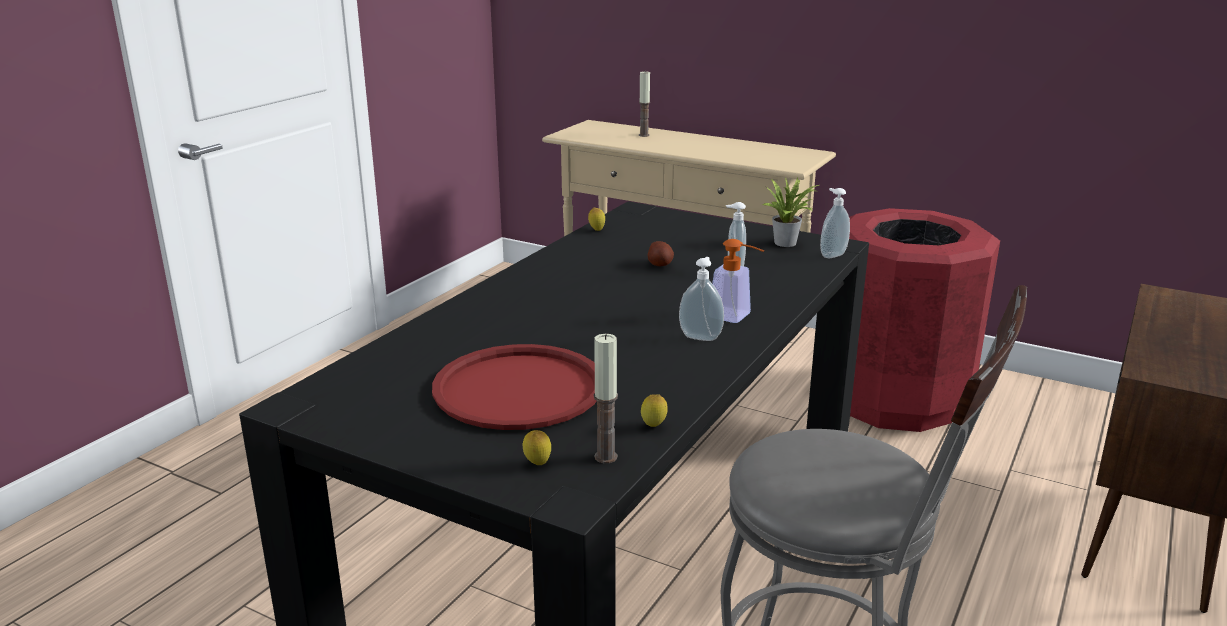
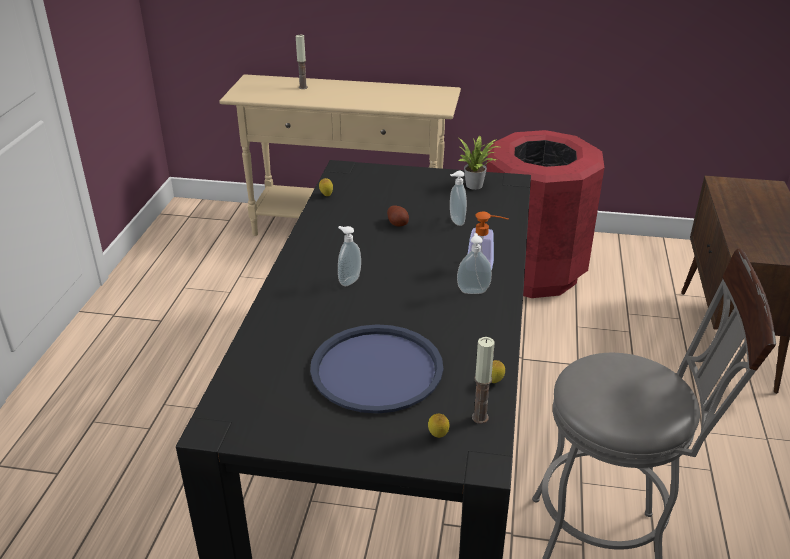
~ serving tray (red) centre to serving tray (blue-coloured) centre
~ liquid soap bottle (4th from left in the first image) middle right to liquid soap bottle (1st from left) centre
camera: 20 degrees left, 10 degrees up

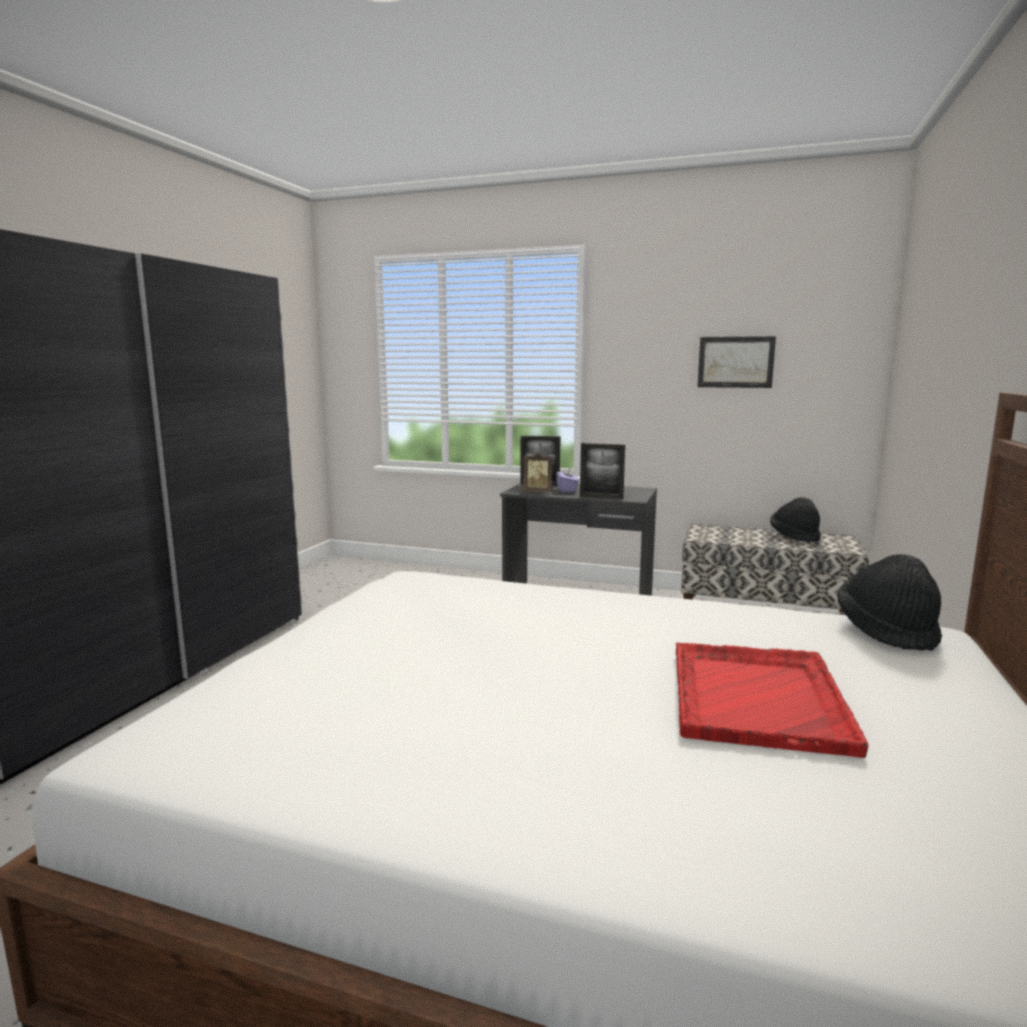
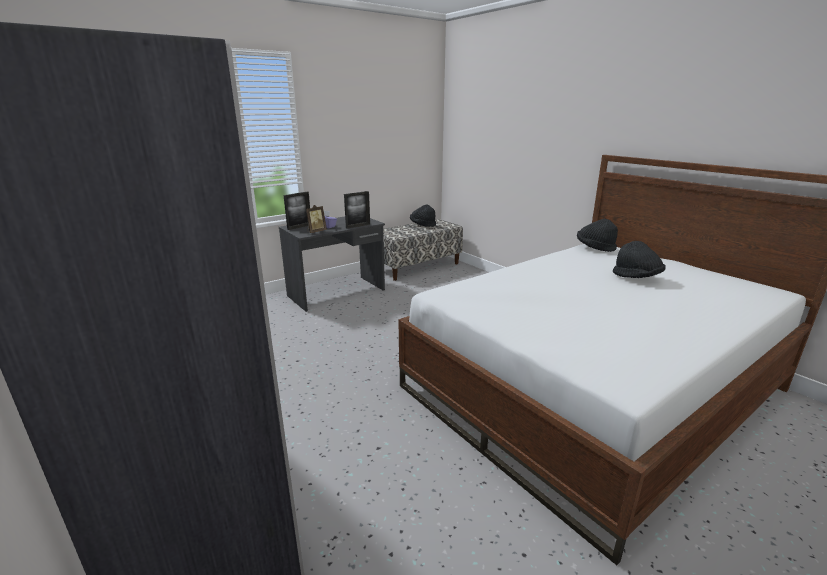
~ serving tray (red) bottom right to wearable hat (black-coloured) (3rd from left) middle right
- wall picture middle right
camera: 55 degrees left, 10 degrees up

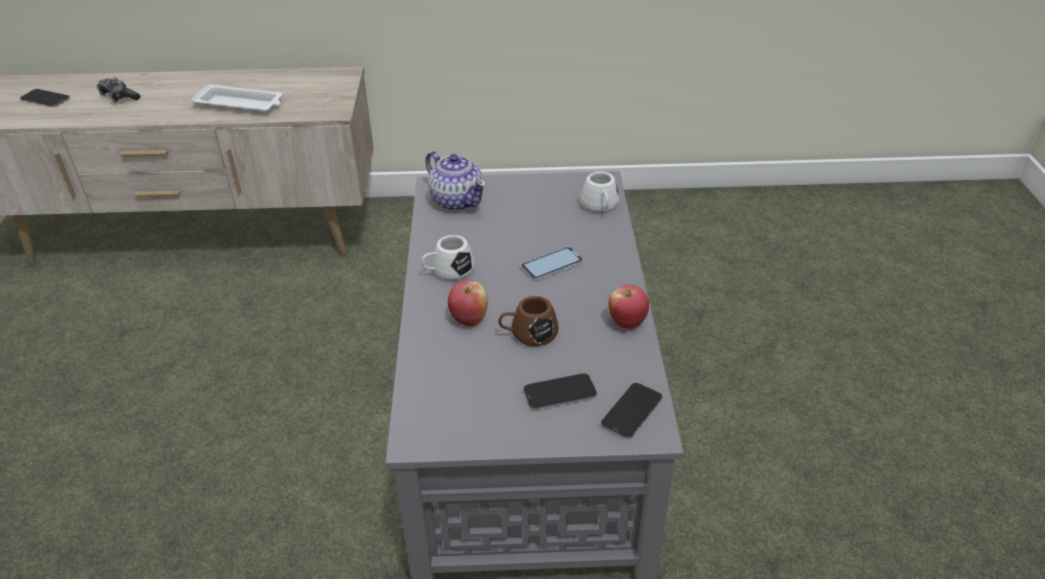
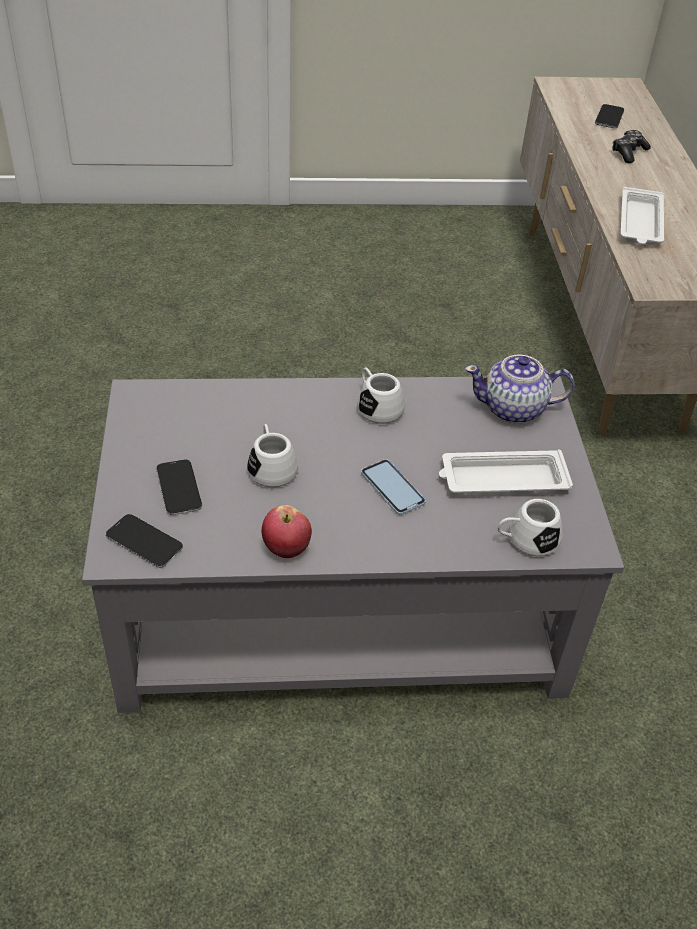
~ tea pot top centre = middle right 45 degrees clockwise
- apple fruit (1st from left) centre
~ mug (brown-coloured) centre to mug (white-coloured) (1st from left) centre
+ serving tray (white-coloured) (1st from left) middle right
camera: 85 degrees right, 5 degrees up

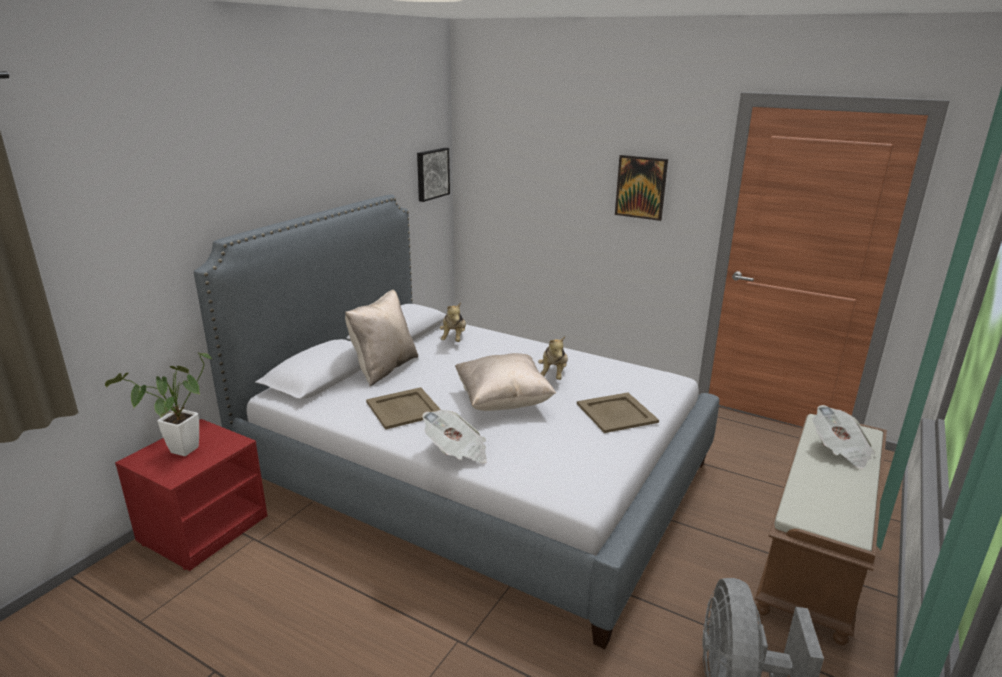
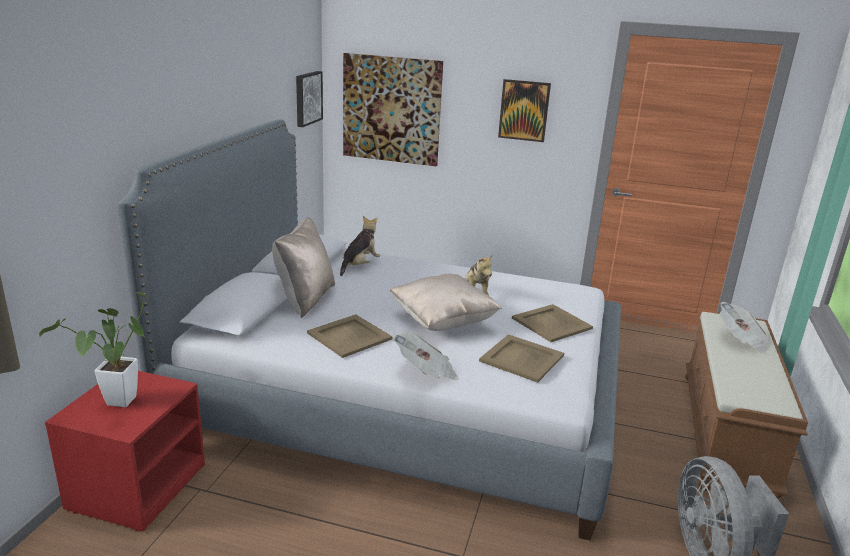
~ soft toy (1st from left) centre = centre 135 degrees counterclockwise
+ wall picture (2nd from left) top centre
+ serving tray (beige-coloured) (2nd from left) centre
camera: 15 degrees left, 0 degrees up

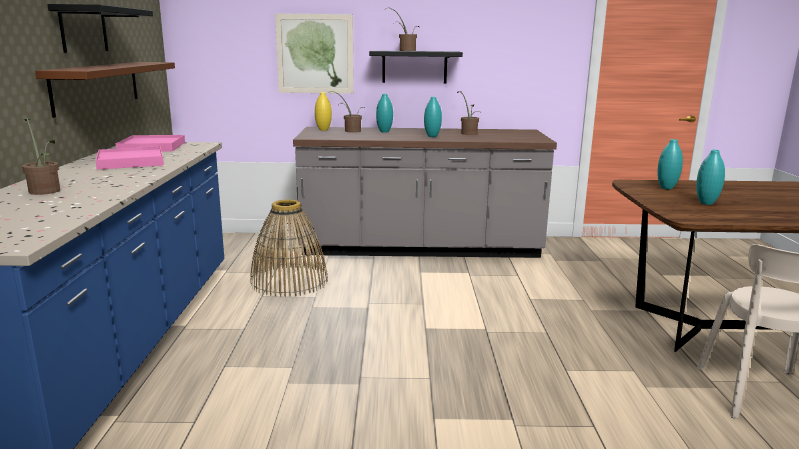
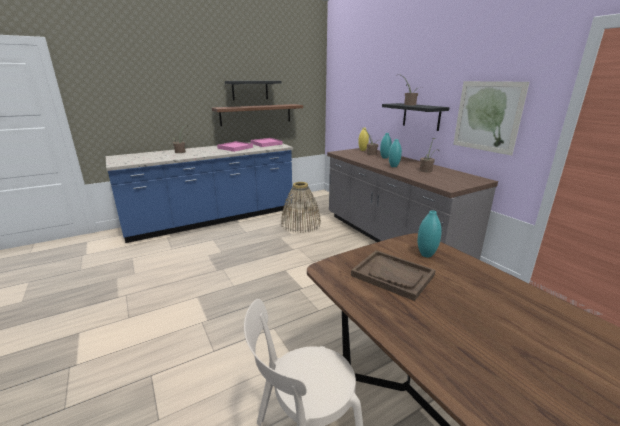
~ wall picture top centre to top right
~ vase (turquoise-coloured) (4th from left) middle right to serving tray (brown-coloured) centre
camera: 60 degrees right, 5 degrees up

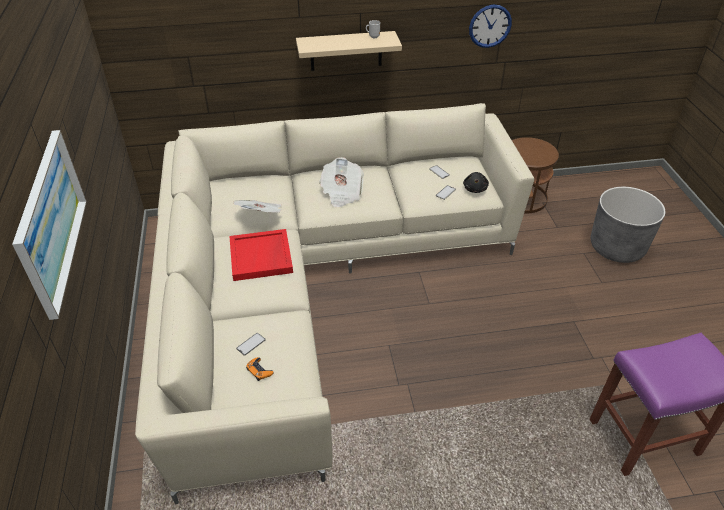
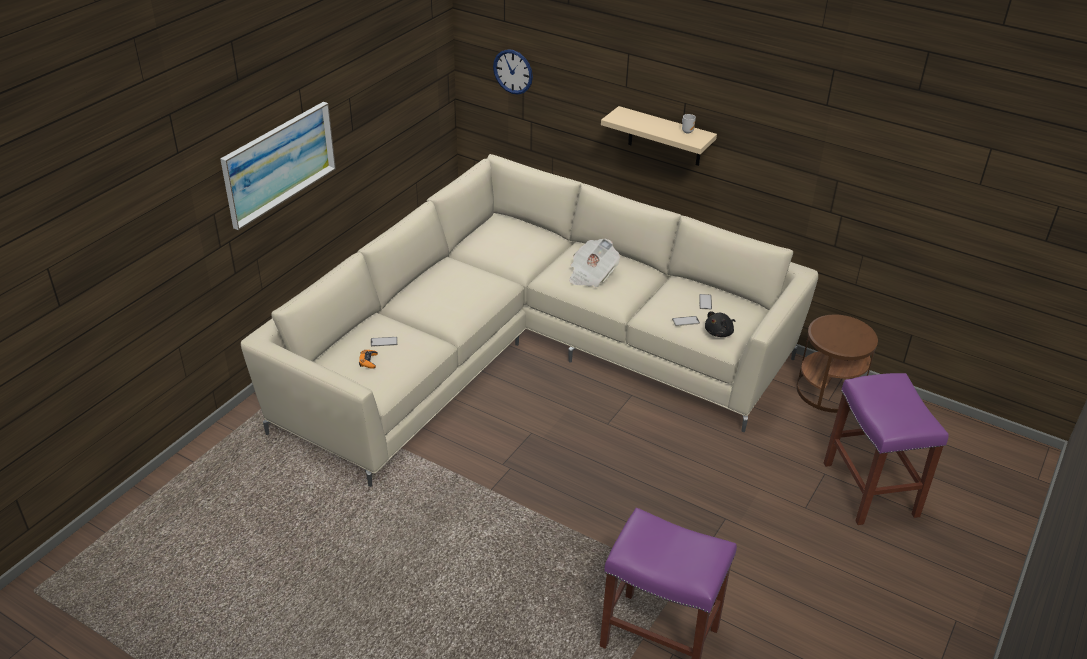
- serving tray (red) centre
- daily paper (1st from left) centre
~ hanging clock top right to top centre
~ planter (grey) middle right to stool seat (purple) (2nd from left) bottom right
camera: 40 degrees right, 5 degrees down

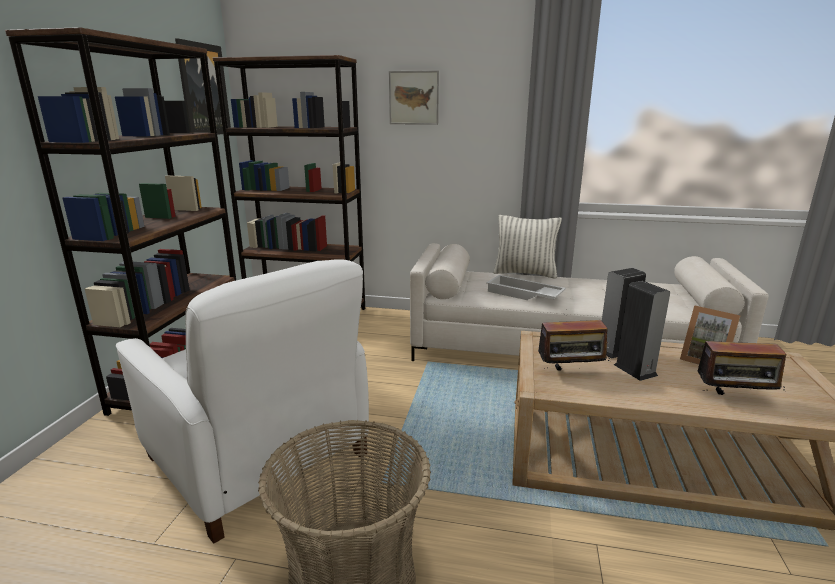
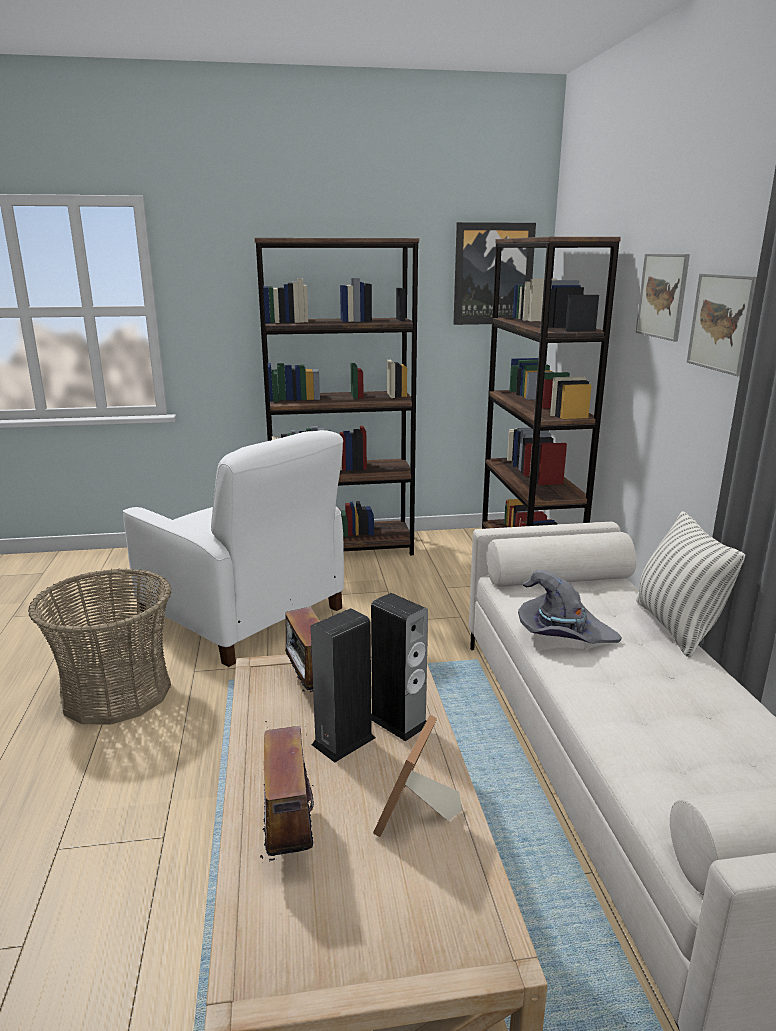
~ armchair (white-coloured) bottom left = middle left 75 degrees counterclockwise
~ serving tray (white-coloured) centre to wearable hat (grey) middle right
+ wall picture (3rd from left) top right
camera: 70 degrees right, 0 degrees up

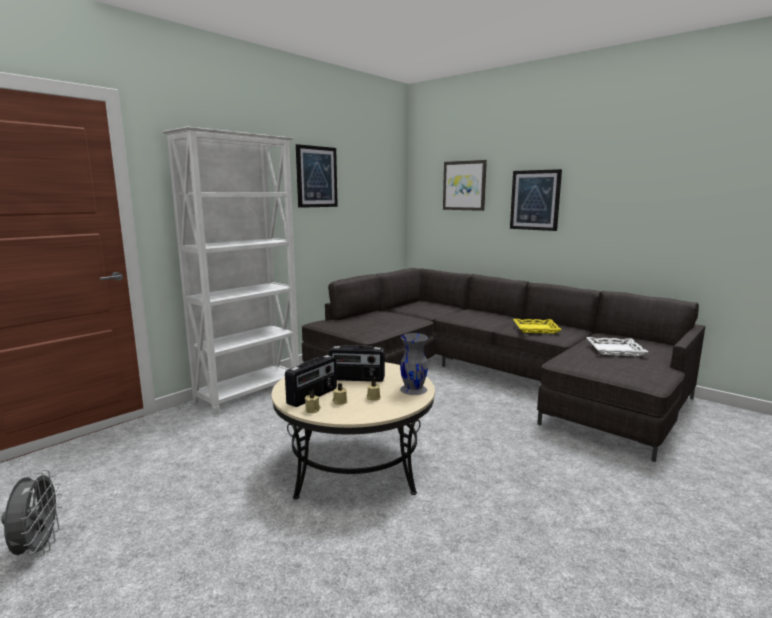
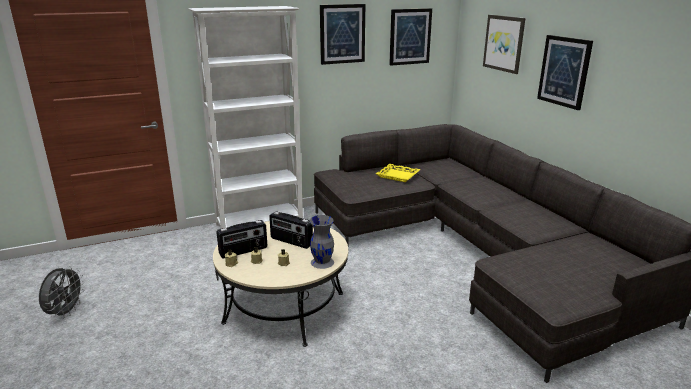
~ serving tray (yellowish) middle right to centre
- serving tray (white-coloured) middle right
+ wall picture (2nd from left) top centre
camera: 25 degrees right, 10 degrees up

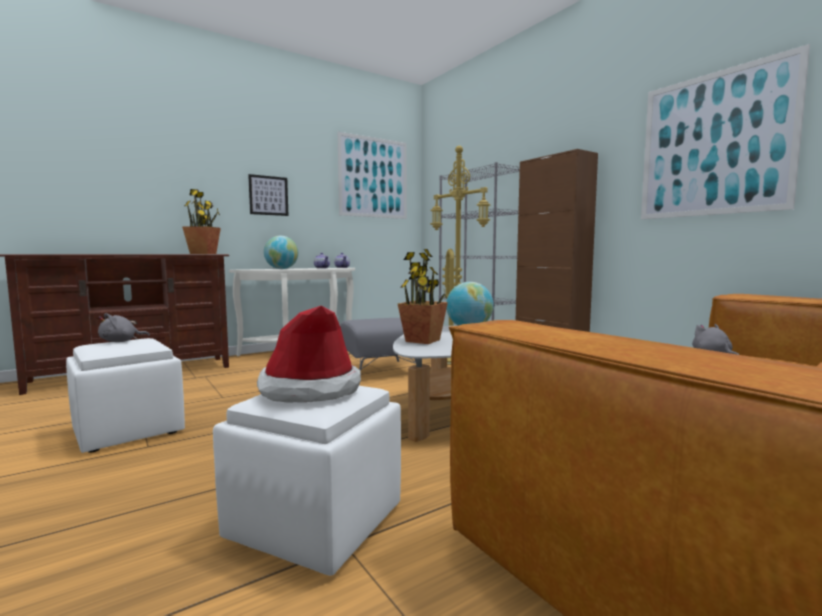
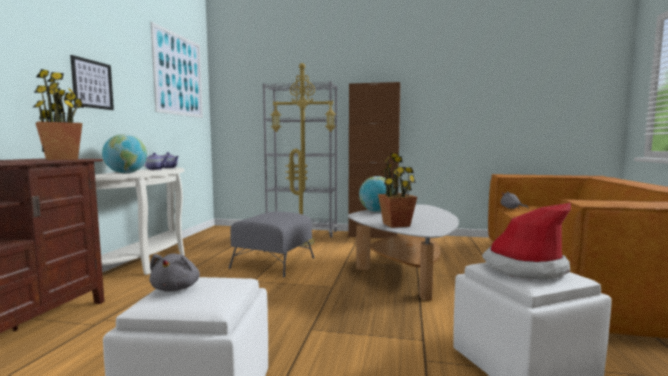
- wall picture (3rd from left) top right
camera: 45 degrees left, 0 degrees up

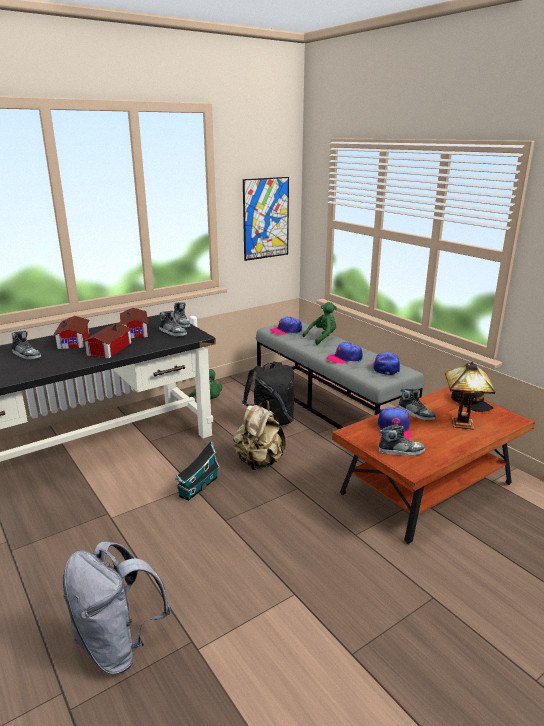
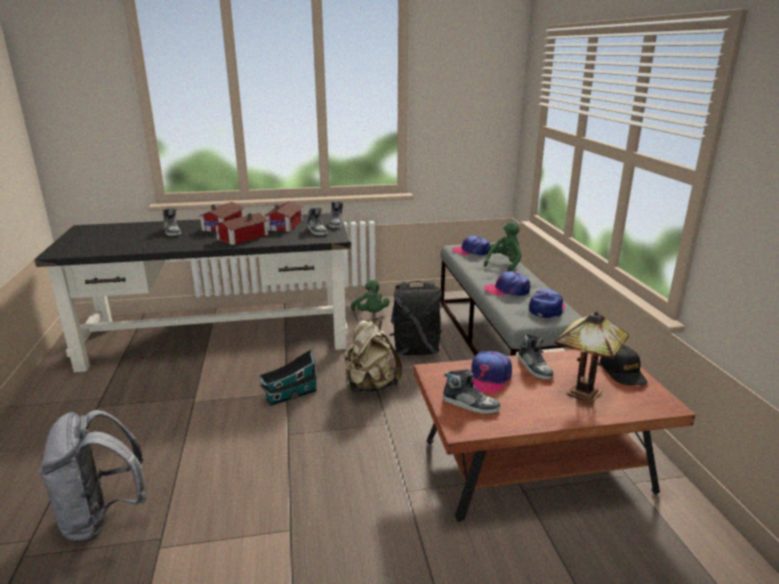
- wall picture top centre
~ soft toy (green) (2nd from left) centre = centre 45 degrees counterclockwise
camera: 25 degrees right, 0 degrees up

